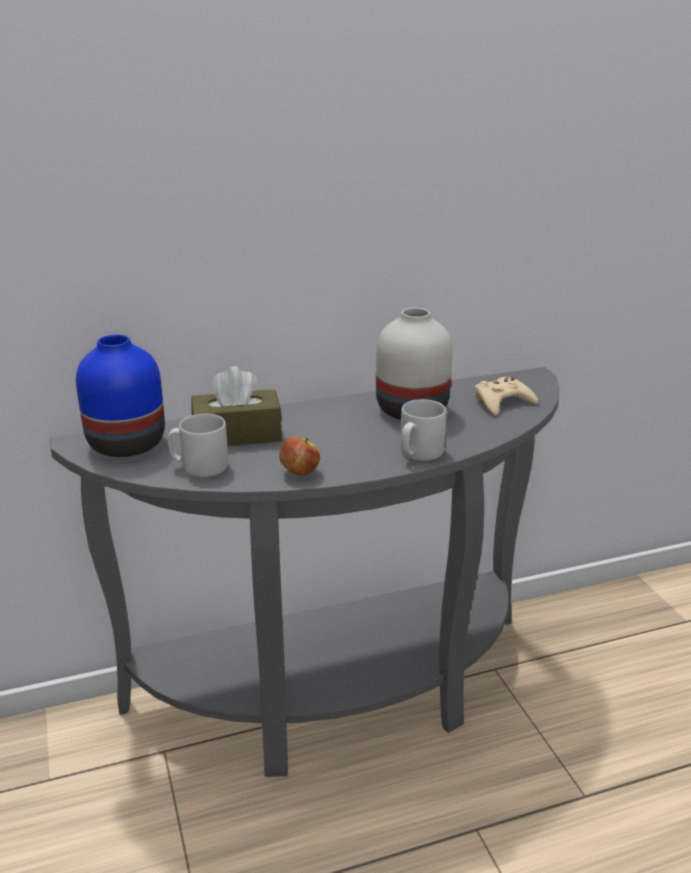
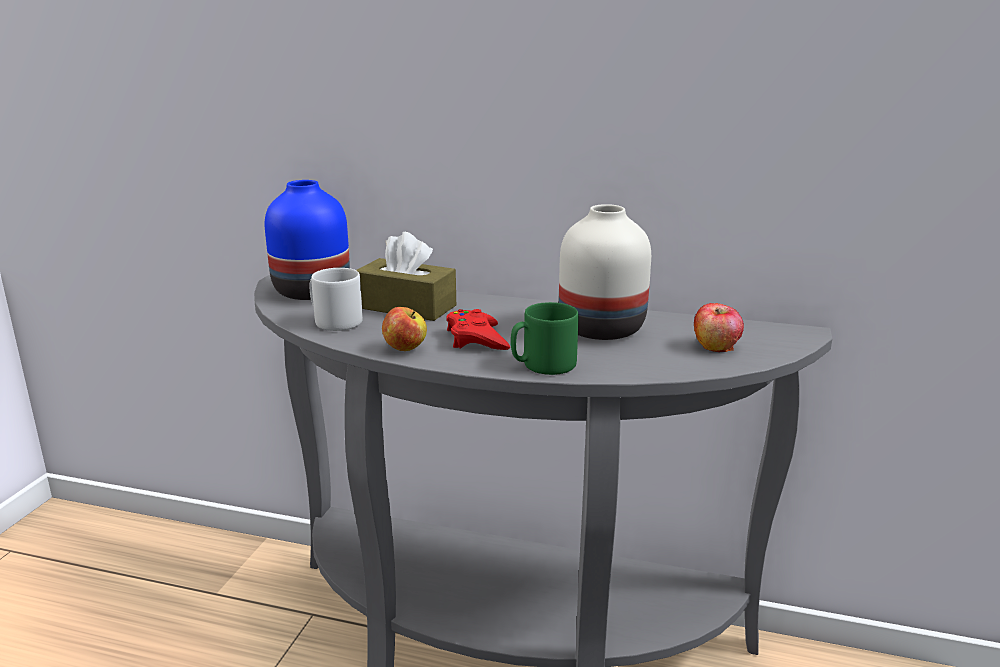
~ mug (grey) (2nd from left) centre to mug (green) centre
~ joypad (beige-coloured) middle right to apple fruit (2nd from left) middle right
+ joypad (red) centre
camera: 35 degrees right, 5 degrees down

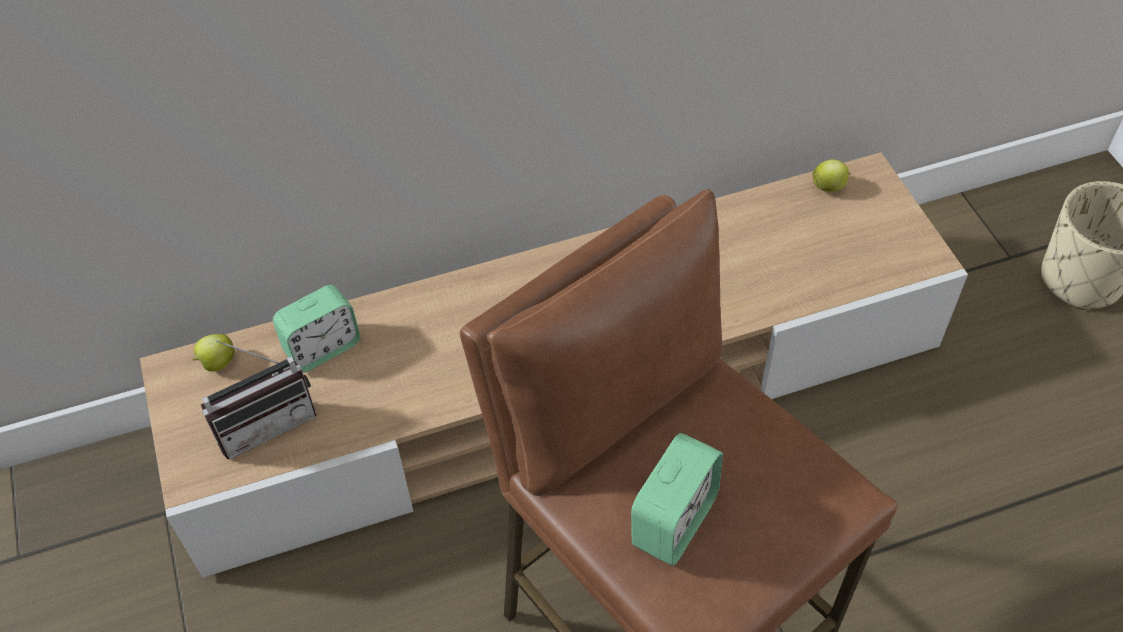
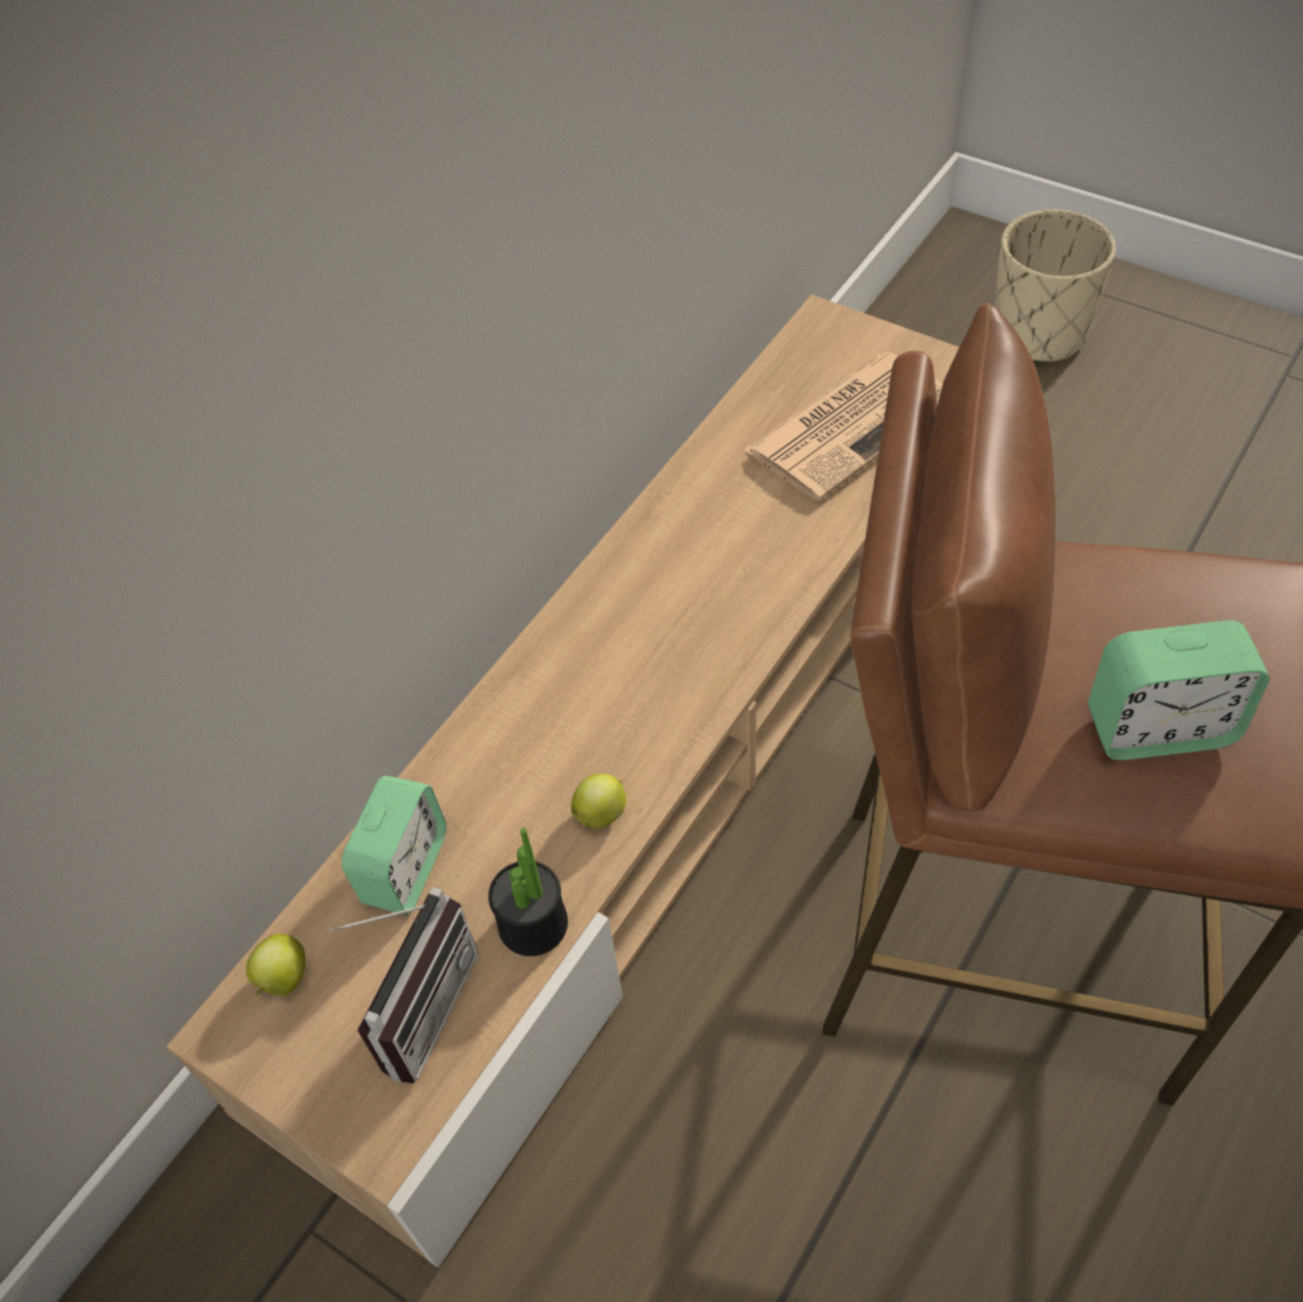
~ alarm clock (2nd from left) bottom centre = middle right 90 degrees clockwise
~ apple fruit (2nd from left) top right to centre
+ potted plant bottom centre
+ daily paper top centre
camera: 35 degrees left, 0 degrees up

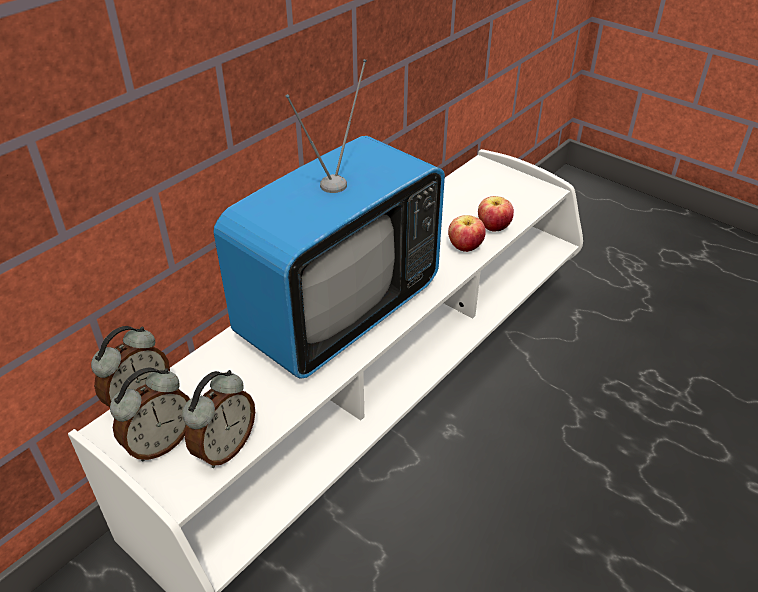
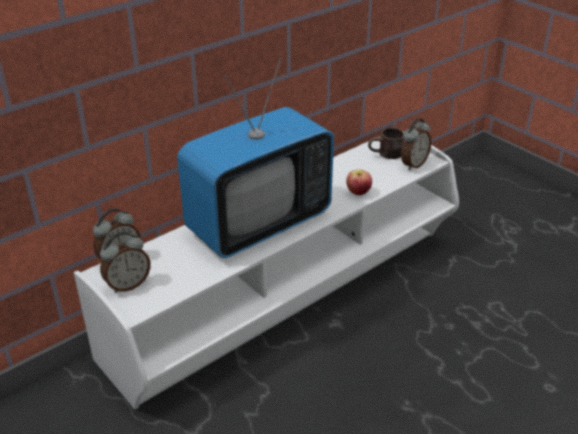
~ alarm clock (3rd from left) bottom left to top right
- apple fruit (2nd from left) centre
+ mug (brown-coloured) top right
camera: 10 degrees right, 5 degrees down

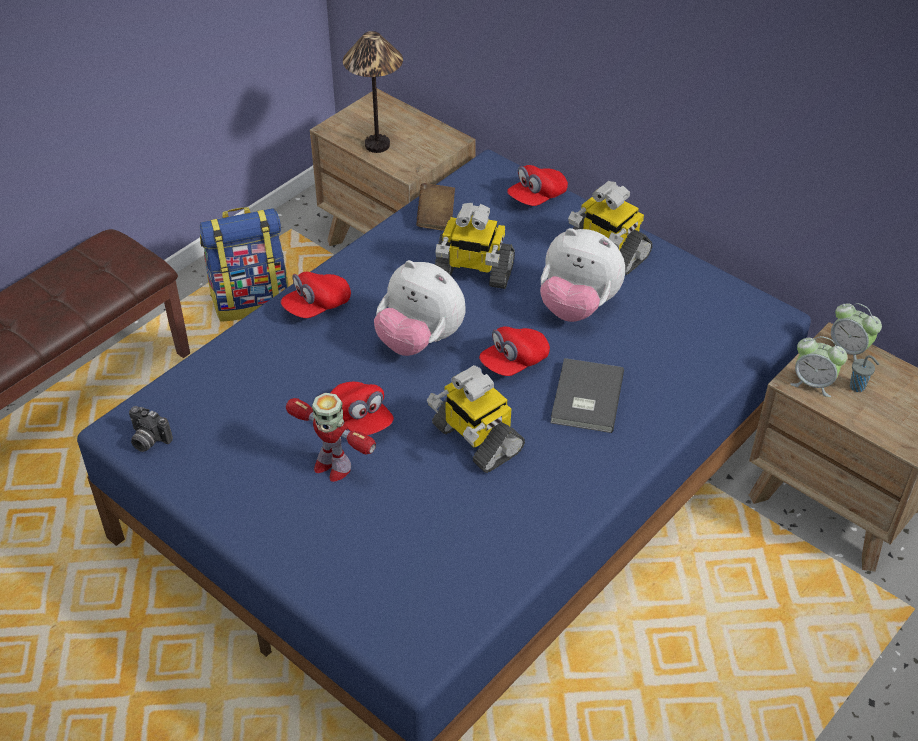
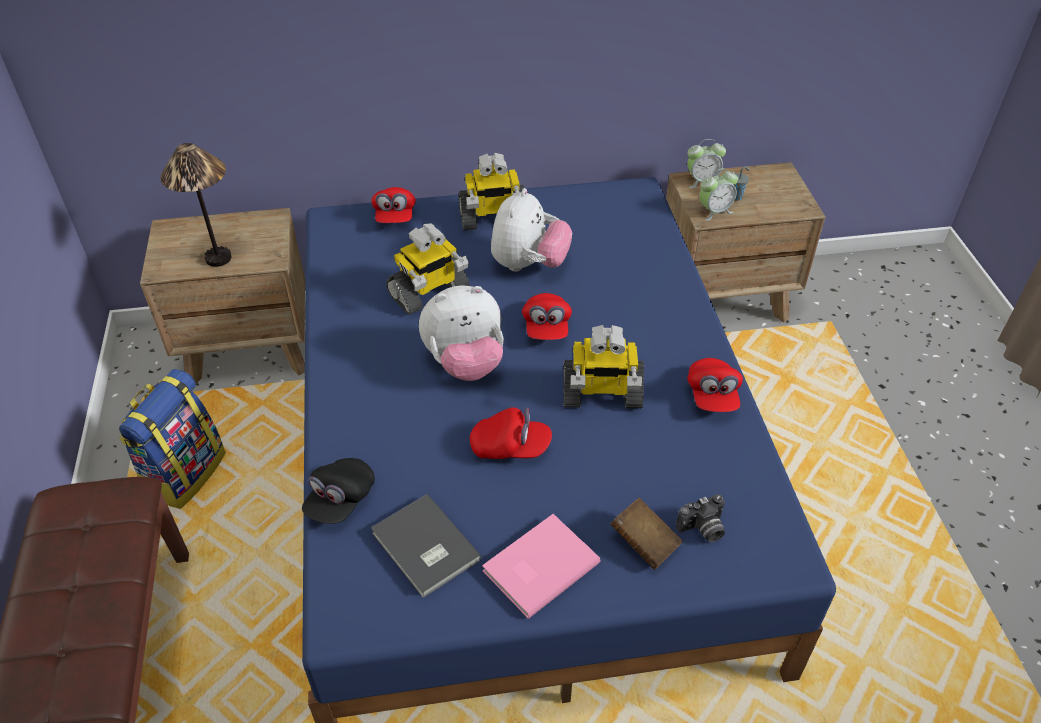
~ still camera middle left to bottom right
~ peaked cap (red) (1st from left in the first image) centre to peaked cap (red) (4th from left) middle right
- model robot (1st from left) centre
~ bound book (brown-coloured) top centre to bottom centre
~ soft toy (2nd from left) centre = top centre 45 degrees counterclockwise
~ bound book (grey) centre to bottom centre
+ peaked cap (black-coloured) bottom left
+ bound book (pink-coloured) bottom centre
camera: 50 degrees left, 0 degrees up

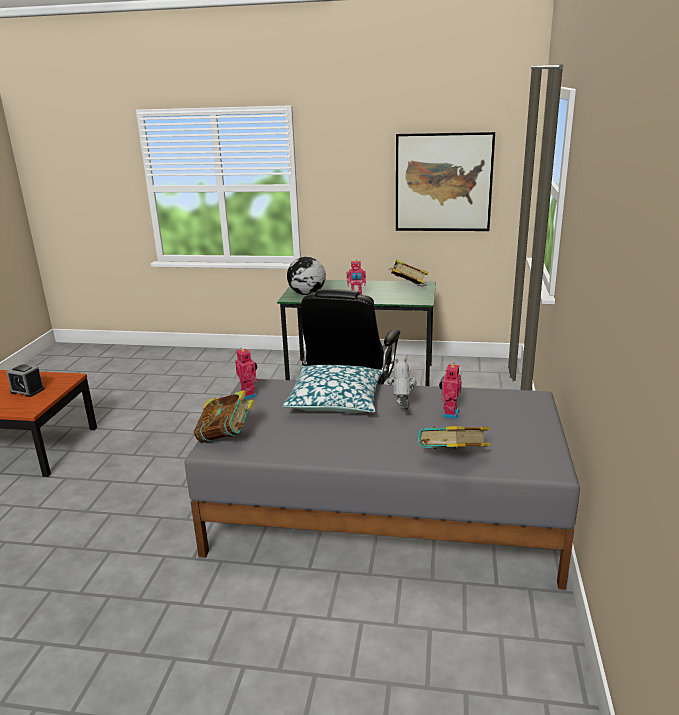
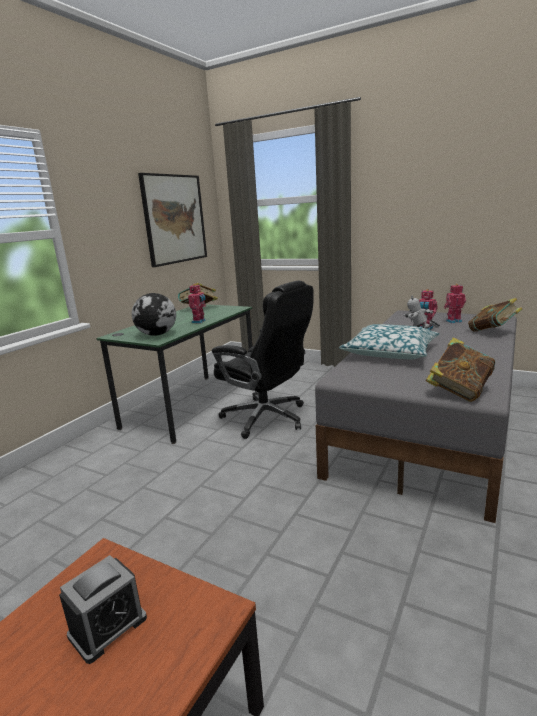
~ model robot (1st from left in the first image) centre to model robot (4th from left) middle right
camera: 70 degrees left, 5 degrees down

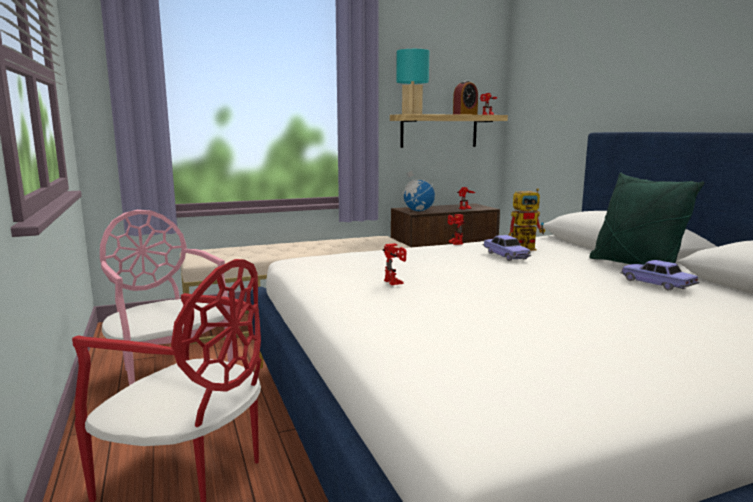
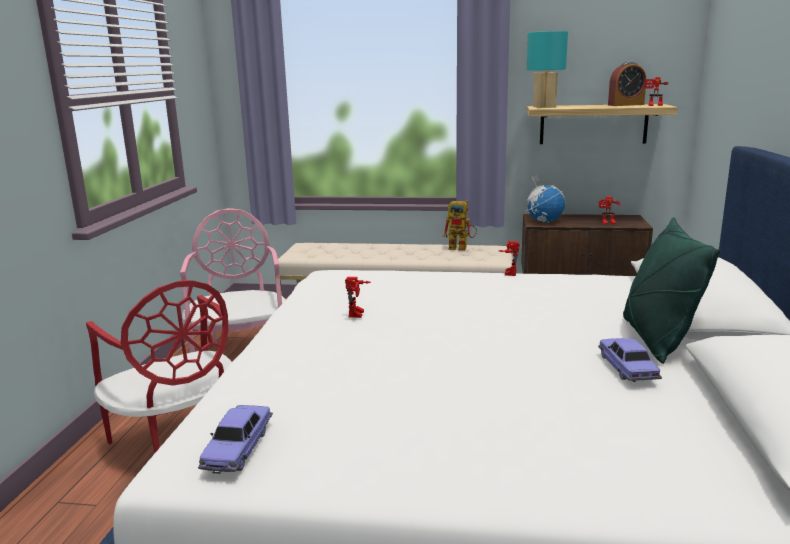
~ miniature car (1st from left) middle right to bottom left
~ model robot (5th from left in the first image) middle right to model robot (2nd from left) centre
camera: 30 degrees right, 5 degrees up

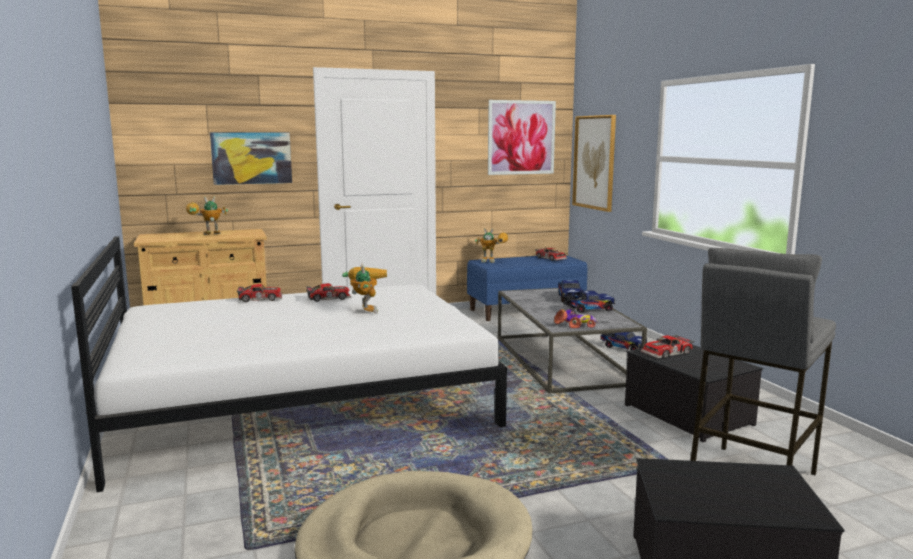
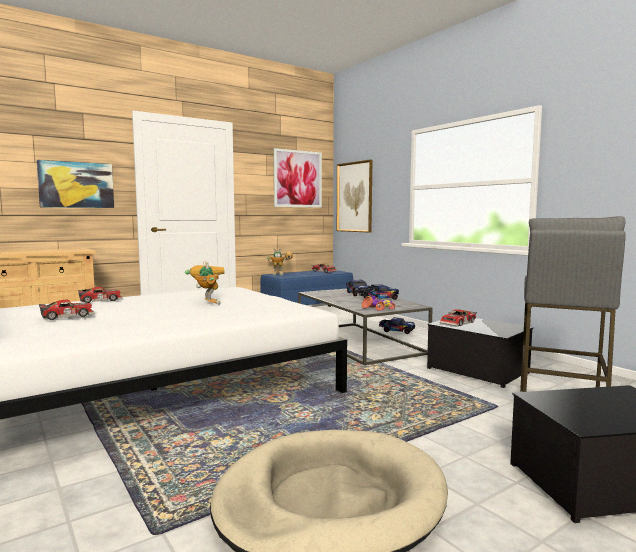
- model robot (1st from left) middle left
~ miniature car (2nd from left in the first image) centre to miniature car (1st from left) middle left
camera: 15 degrees left, 5 degrees down

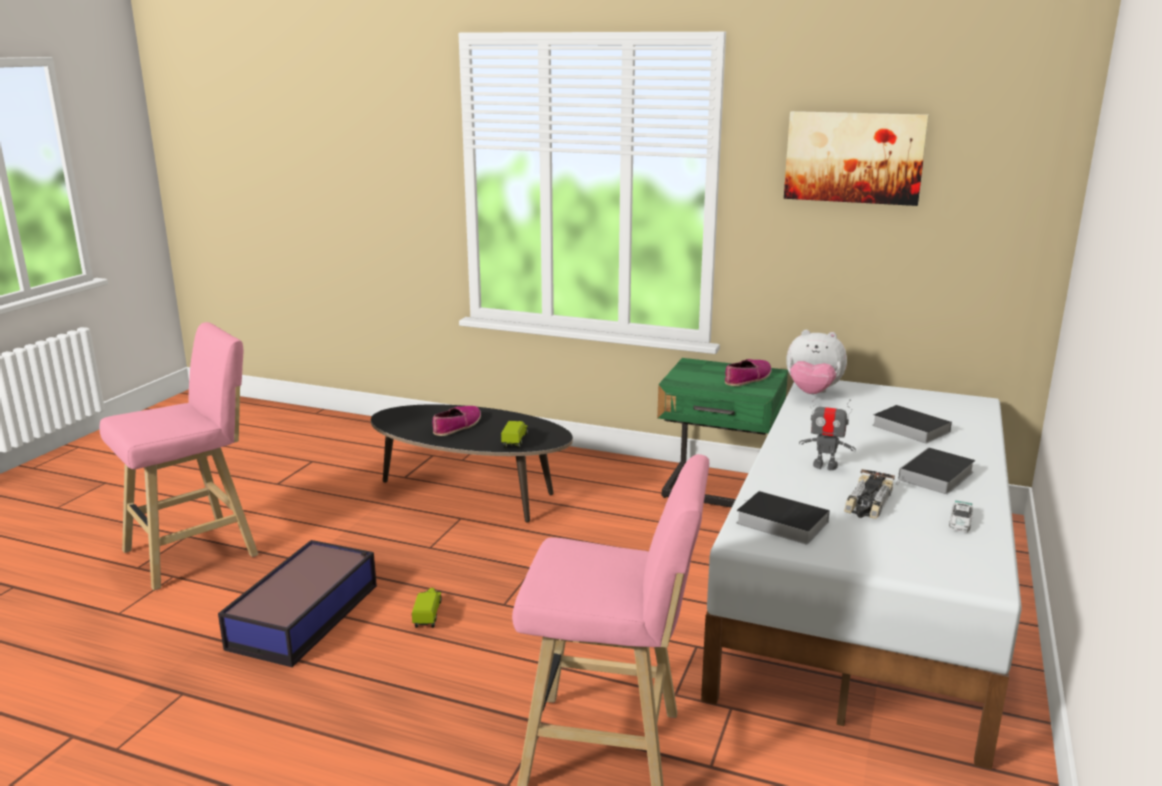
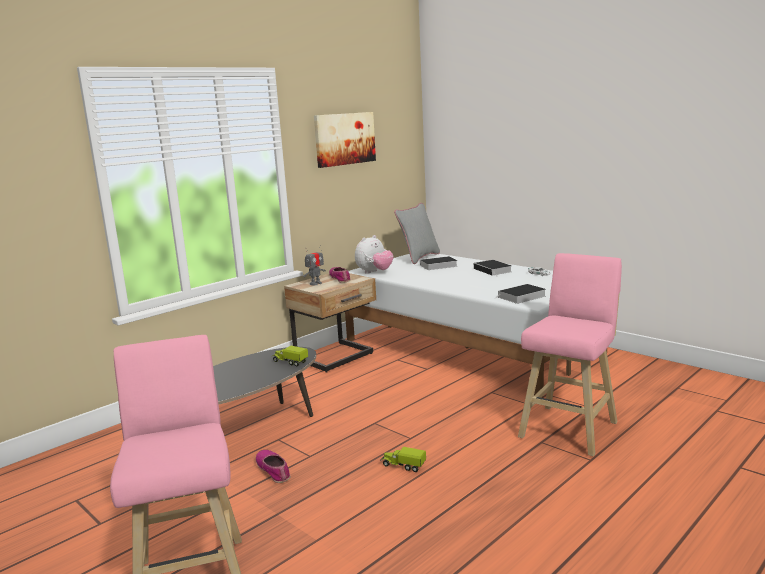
- storage bin bottom left
~ low shoe (1st from left) centre to bottom centre
~ nightstand (green) centre to nightstand (beige-coloured) centre
~ model robot middle right to centre
- miniature car (1st from left) middle right
+ throw pillow (grey) centre
camera: 65 degrees left, 5 degrees down

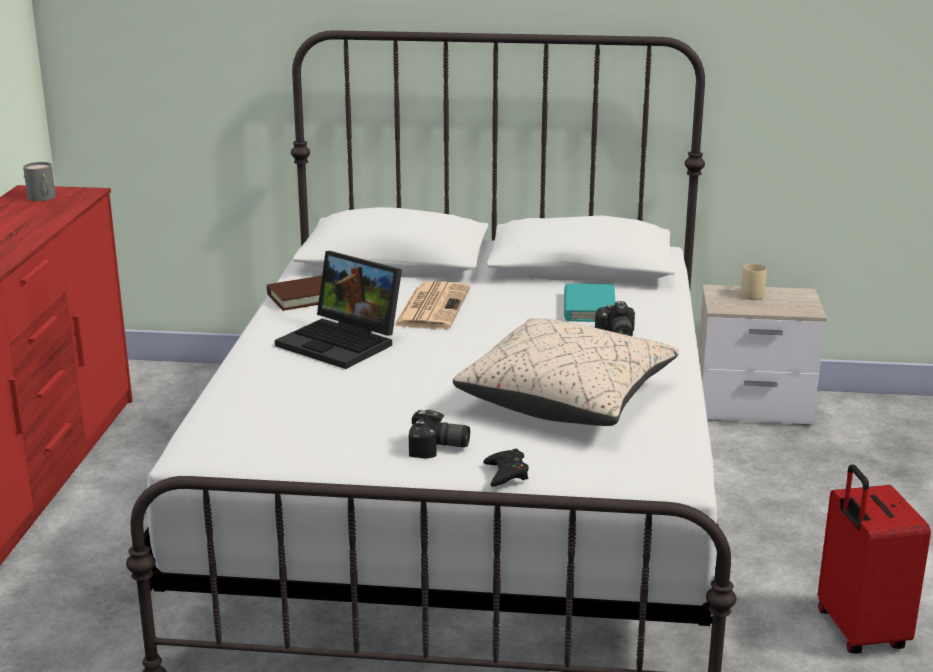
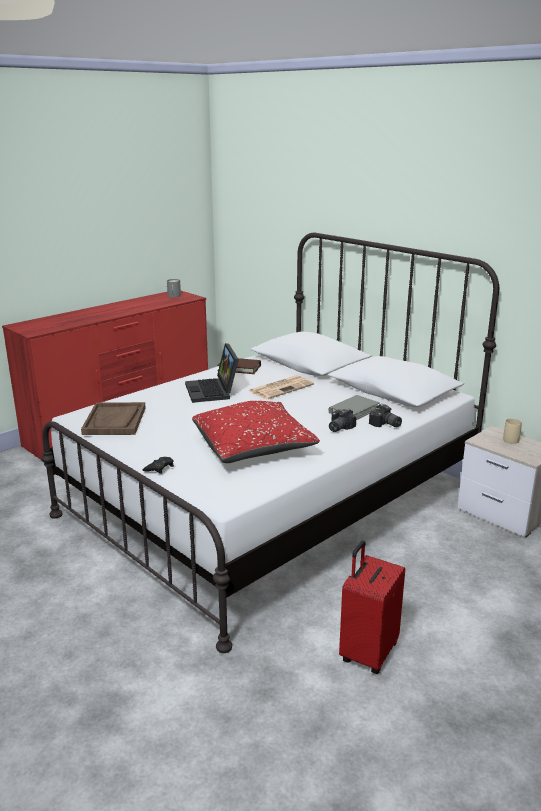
~ still camera (1st from left in the first image) centre to still camera (2nd from left) middle right
~ throw pillow (beige-coloured) centre to throw pillow (red) centre
~ bound book (turquoise-coloured) centre to bound book (grey) centre
+ serving tray (brown-coloured) middle left
camera: 40 degrees right, 0 degrees up

